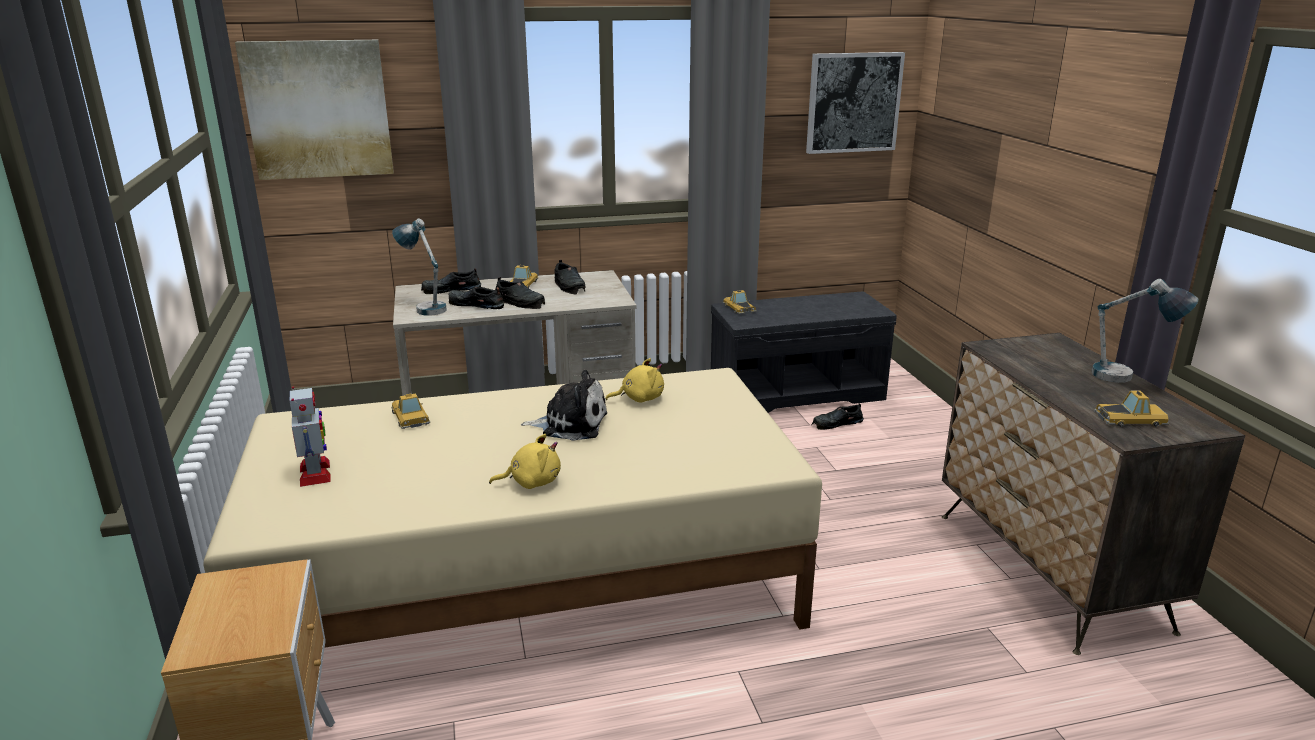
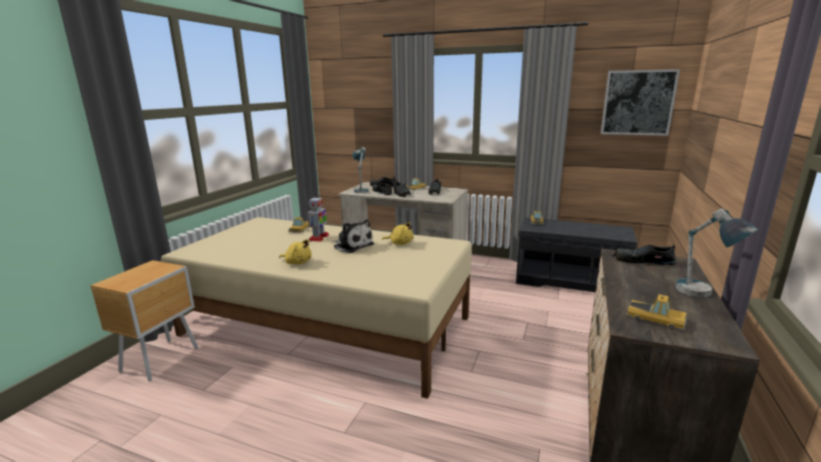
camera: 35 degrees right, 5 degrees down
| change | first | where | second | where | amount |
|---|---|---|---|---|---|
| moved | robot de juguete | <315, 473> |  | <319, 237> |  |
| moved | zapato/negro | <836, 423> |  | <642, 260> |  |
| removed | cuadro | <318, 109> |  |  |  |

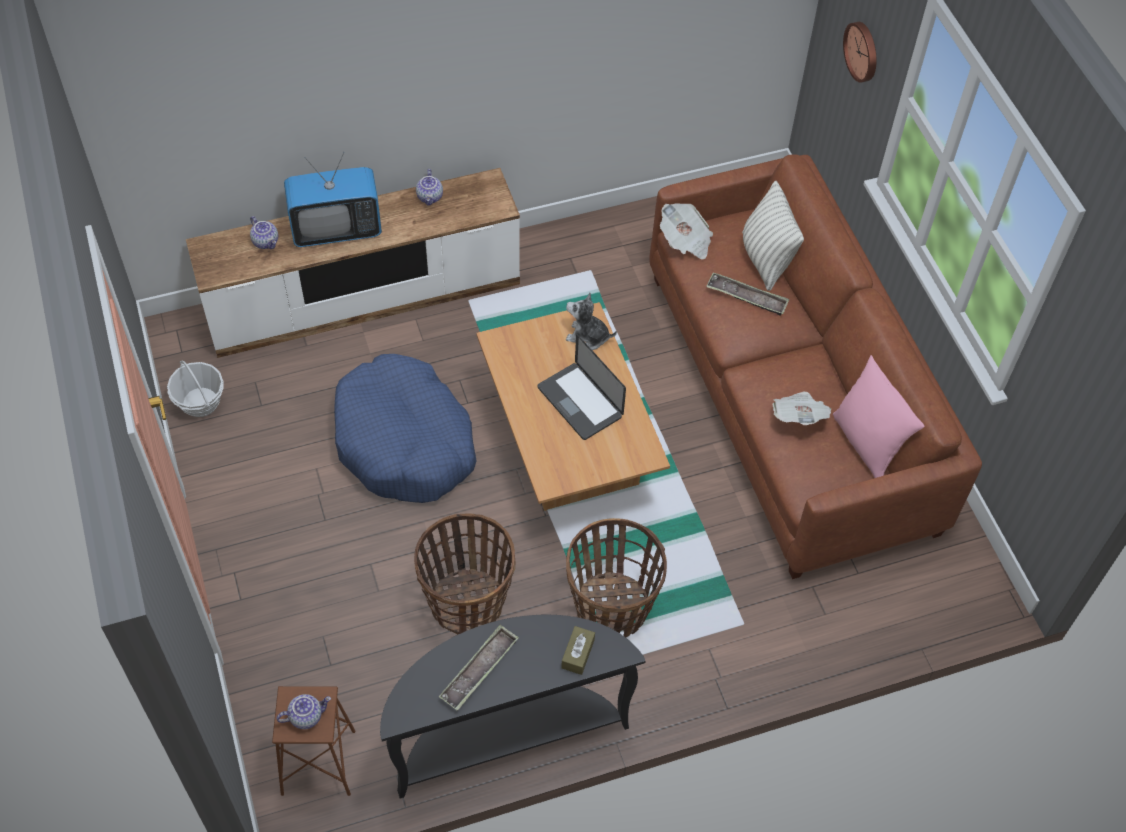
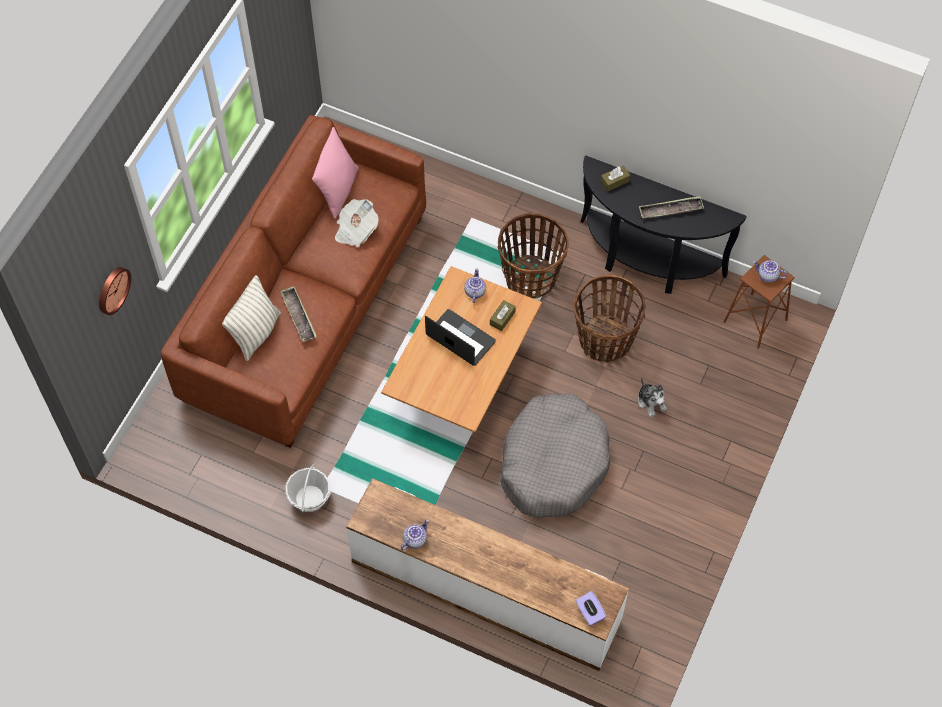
camera: 135 degrees left, 5 degrees up
| change | first | where | second | where | amount |
|---|---|---|---|---|---|
| moved | cesta | <200, 402> |  | <309, 498> |  |
| turned | portátil | <580, 402> |  | <460, 338> | 60 degrees counterclockwise |
| moved | tetera | <266, 242> |  | <474, 291> |  |
| added |  |  | caja de pañuelos/marrón | <502, 318> |  |
| recoloured | cama para perro/azul | <405, 442> | cama para perro/gris | <553, 463> |  |
| added |  |  | caja de pañuelos/morado | <590, 613> |  |
| moved | peluche | <588, 337> |  | <651, 402> |  |
| removed | televisor | <336, 229> |  |  |  |
| removed | periódico | <685, 241> |  |  |  |

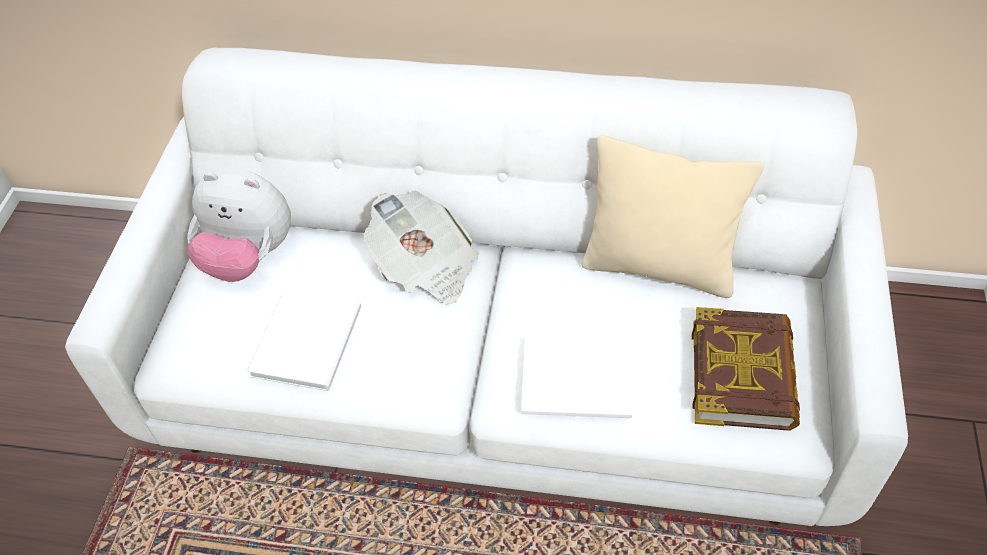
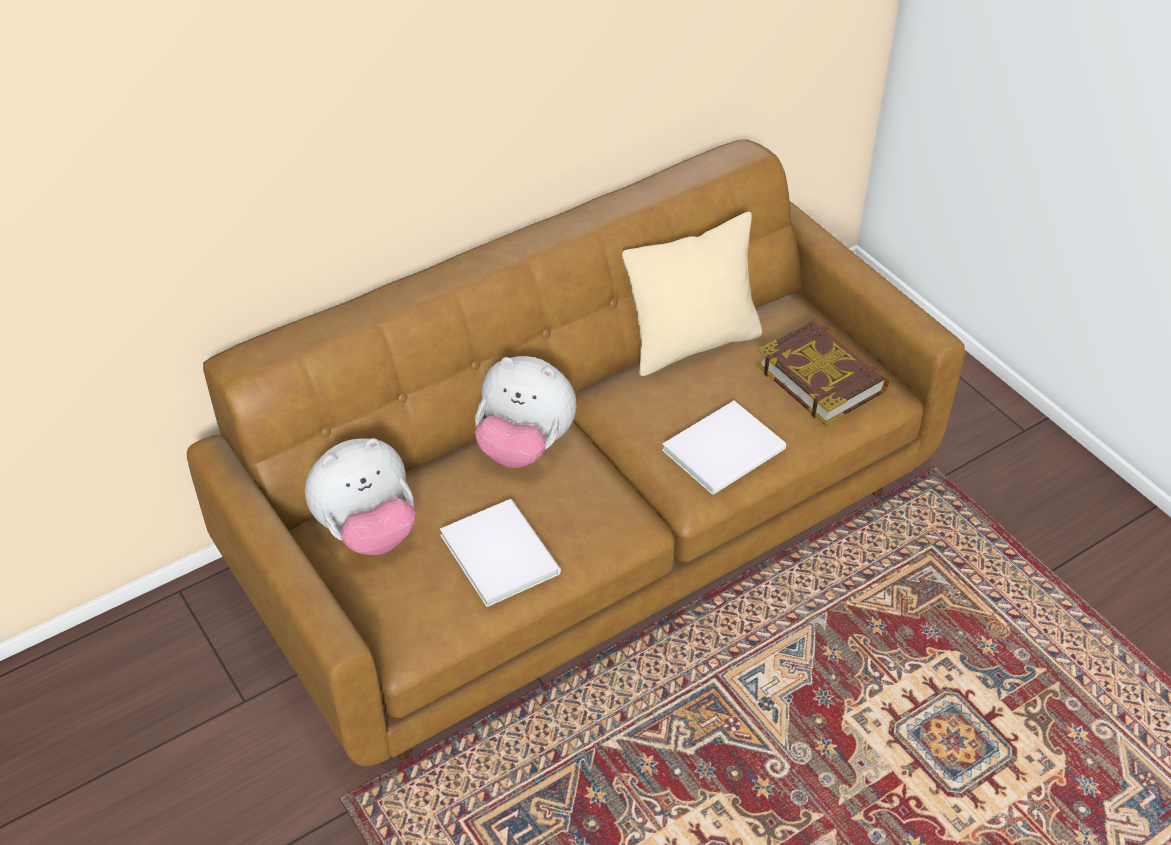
camera: 45 degrees left, 5 degrees down
| change | first | where | second | where | amount |
|---|---|---|---|---|---|
| recoloured | sofá/blanco | <499, 369> | sofá/marrón | <586, 525> |  |
| replaced | periódico | <425, 266> | peluche | <524, 446> |  |

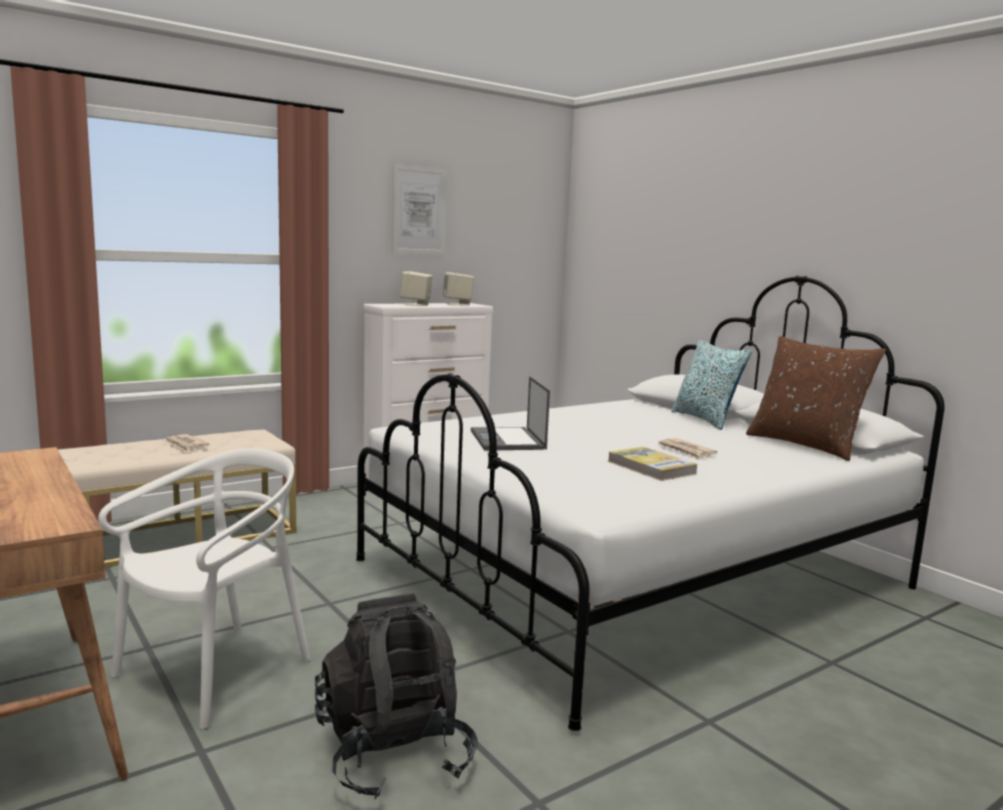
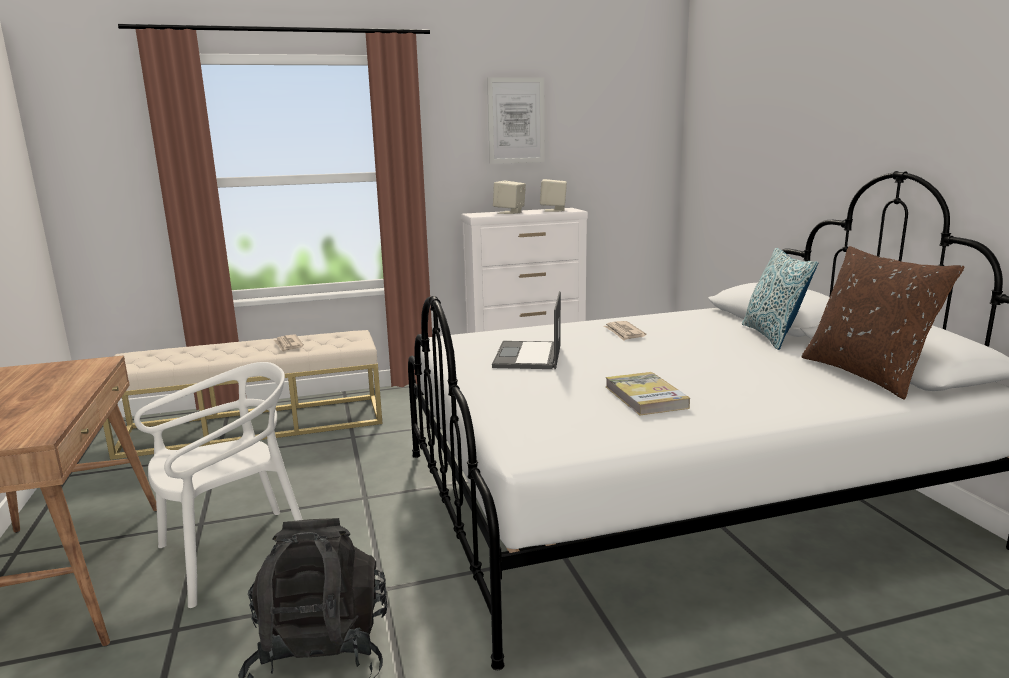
camera: 20 degrees right, 5 degrees up
| change | first | where | second | where | amount |
|---|---|---|---|---|---|
| moved | periódico | <686, 451> |  | <624, 333> |  |

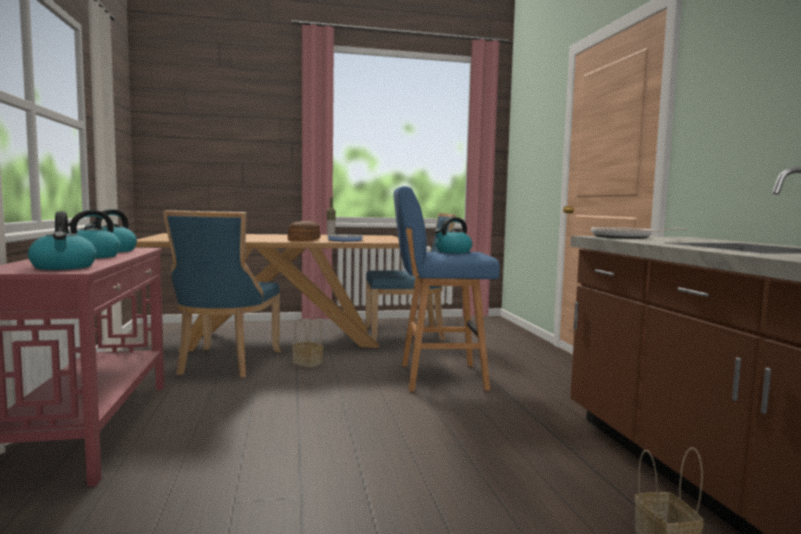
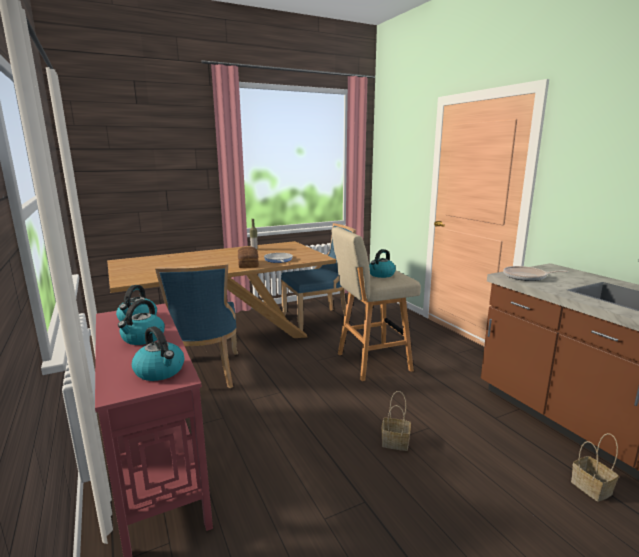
camera: 15 degrees left, 10 degrees up
| change | first | where | second | where | amount |
|---|---|---|---|---|---|
| recoloured | taburete/azul | <438, 377> | taburete/beis | <371, 362> |  |
| moved | cesta | <308, 363> |  | <396, 442> |  |

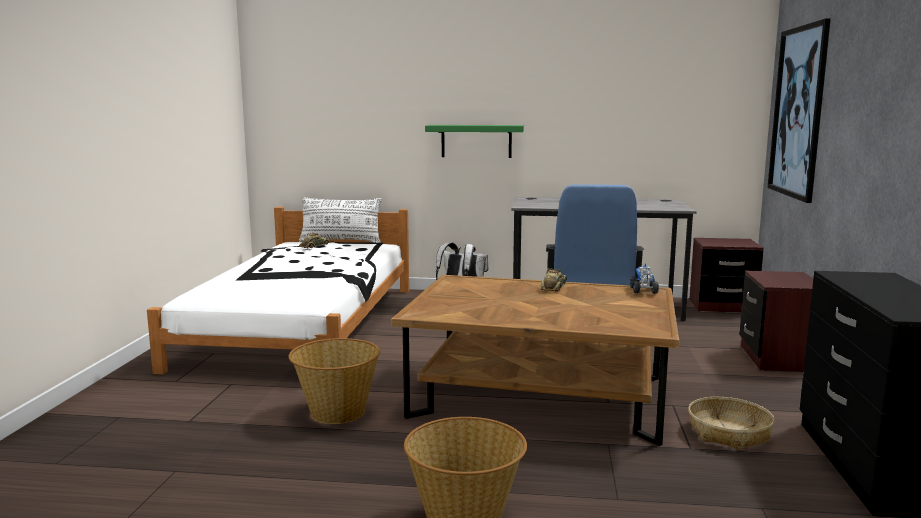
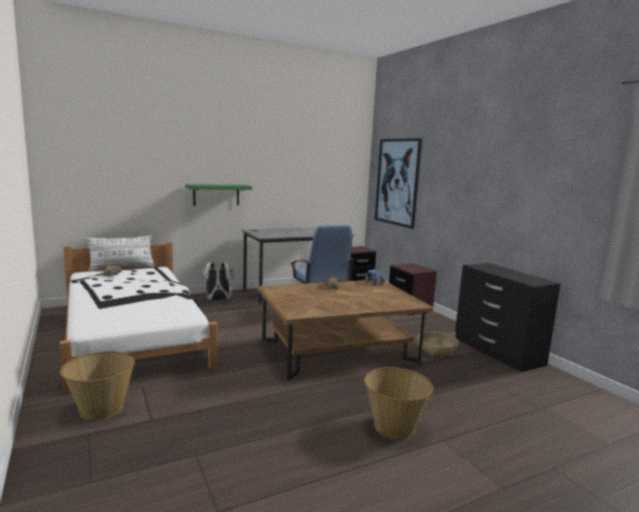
camera: 35 degrees left, 0 degrees up
| change | first | where | second | where | amount |
|---|---|---|---|---|---|
| moved | cesta | <337, 412> |  | <101, 408> |  |

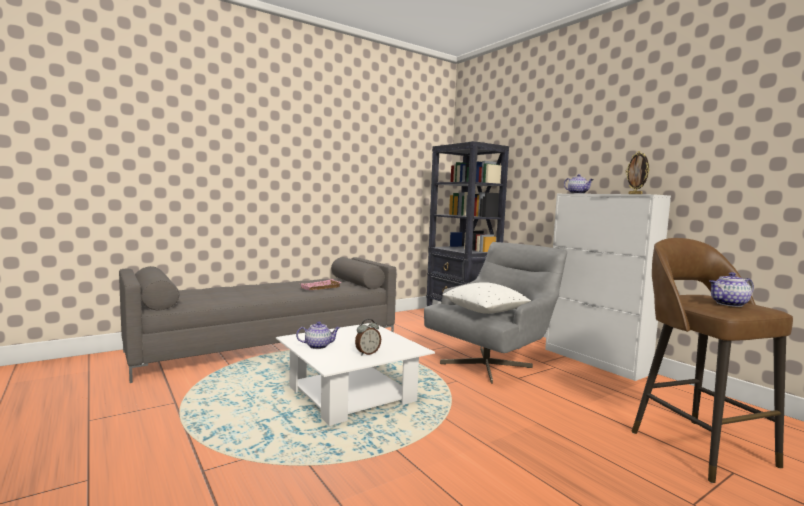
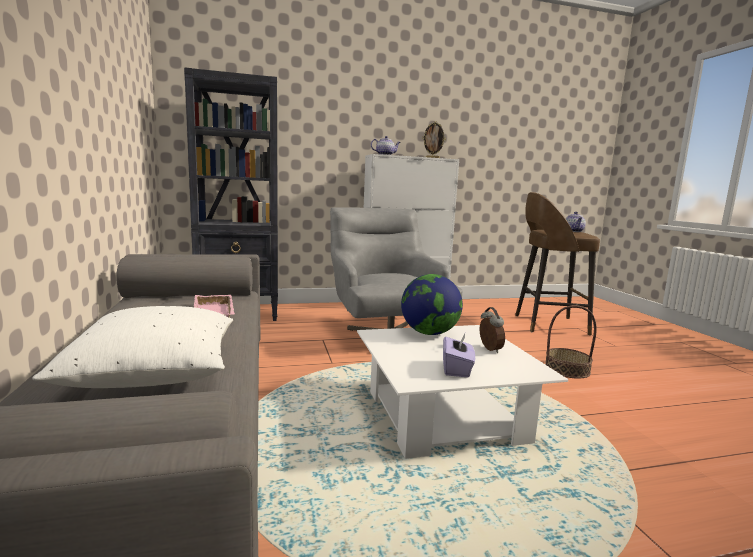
camera: 70 degrees left, 5 degrees up
| change | first | where | second | where | amount |
|---|---|---|---|---|---|
| moved | cojín/blanco | <485, 311> |  | <154, 374> |  |
| added |  |  | globo terráqueo | <429, 333> |  |
| replaced | tetera | <318, 346> | caja de pañuelos/morado | <457, 369> |  |
| added |  |  | cesta | <567, 369> |  |

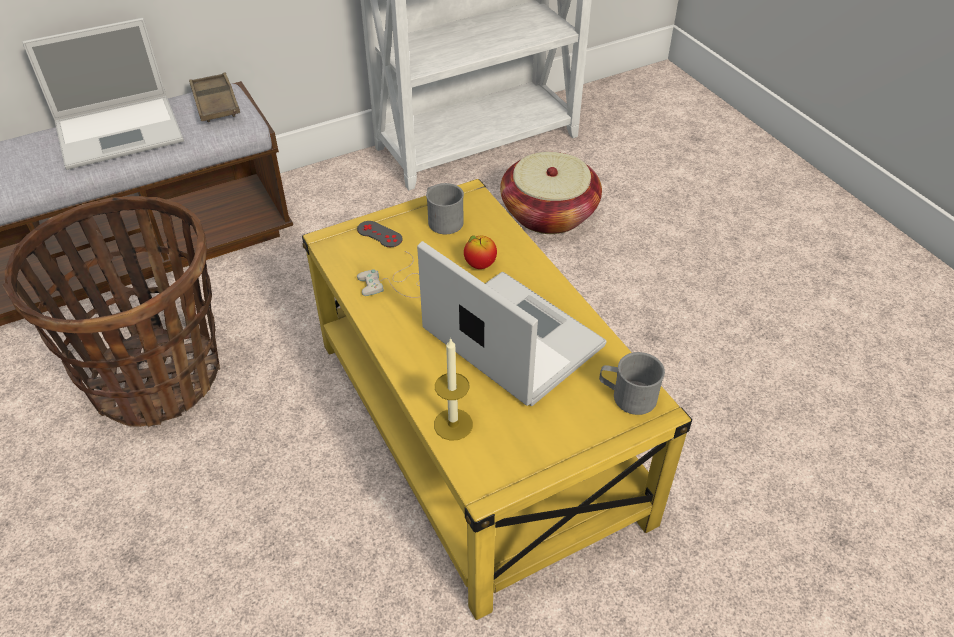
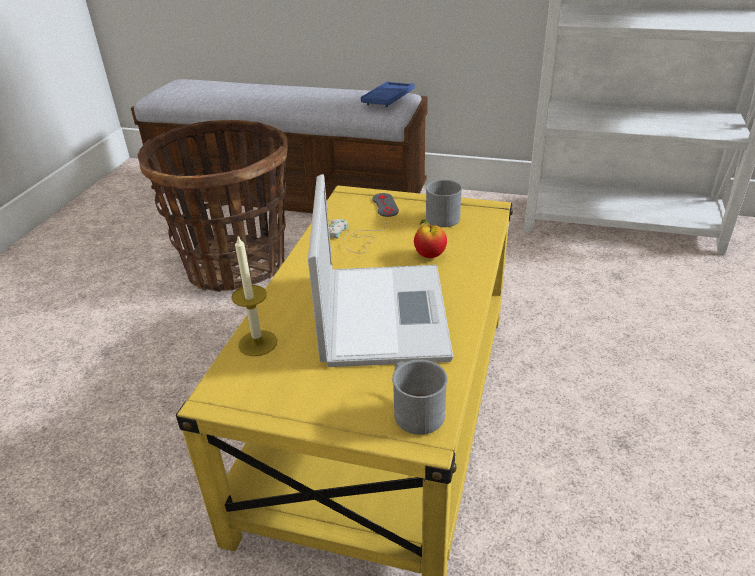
camera: 45 degrees right, 10 degrees down
| change | first | where | second | where | amount |
|---|---|---|---|---|---|
| recoloured | bandeja/marrón | <215, 103> | bandeja/azul | <388, 99> |  |
| removed | portátil | <121, 131> |  |  |  |
| removed | cesta | <548, 214> |  |  |  |

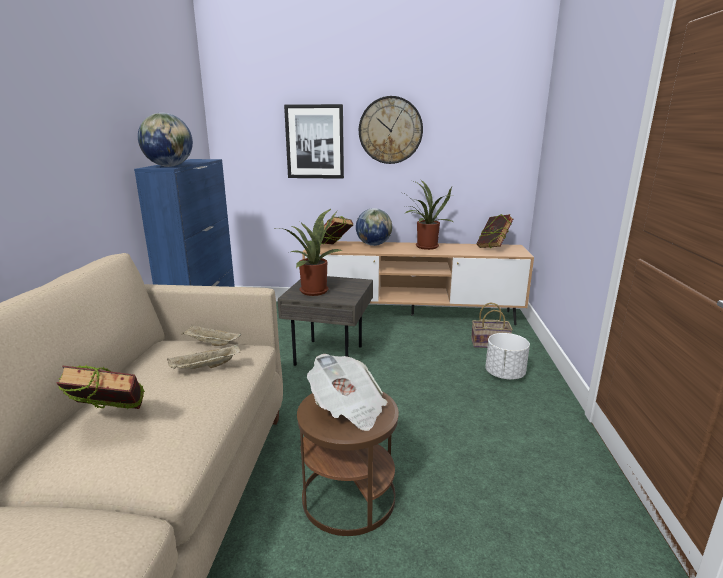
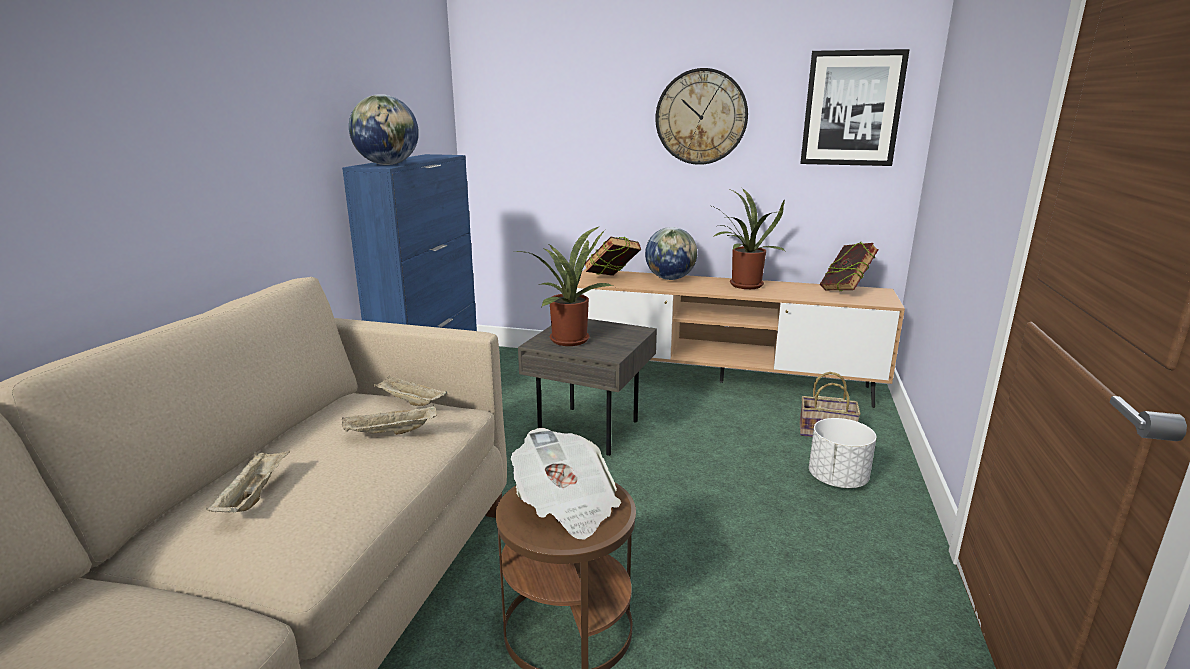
camera: 10 degrees right, 0 degrees up
| change | first | where | second | where | amount |
|---|---|---|---|---|---|
| replaced | libro | <112, 424> | bandeja/beis | <253, 495> |  |
| moved | cuadro | <315, 142> |  | <852, 109> |  |

